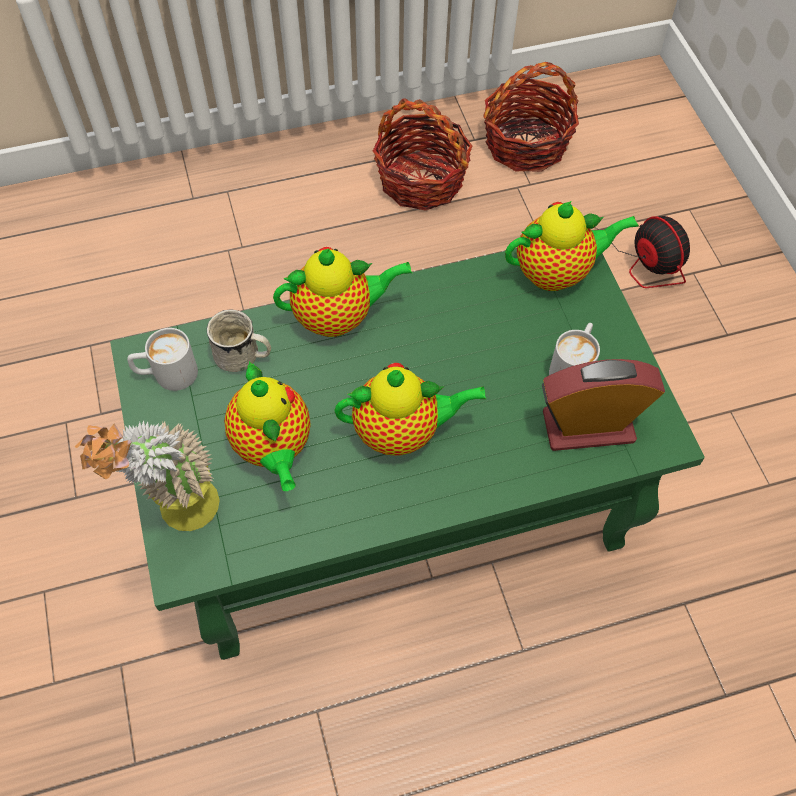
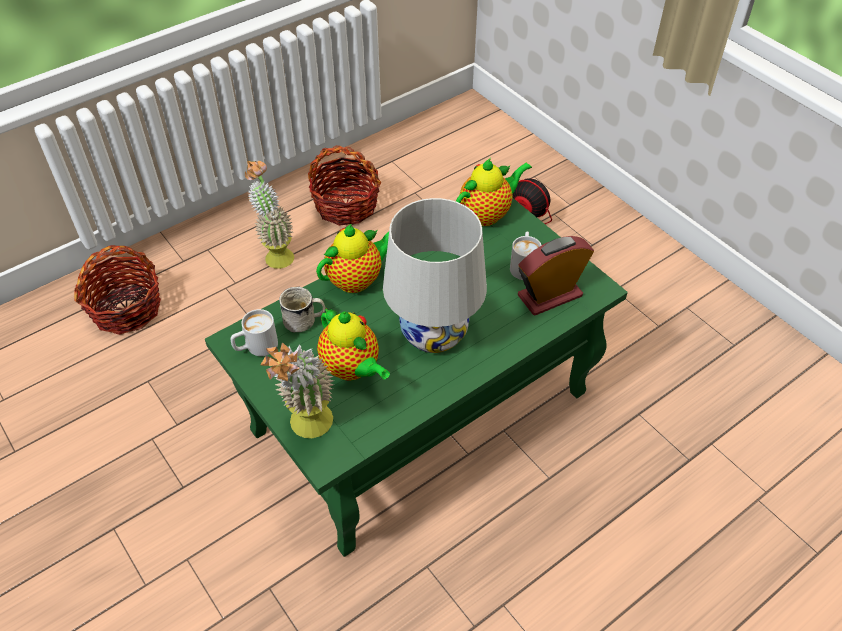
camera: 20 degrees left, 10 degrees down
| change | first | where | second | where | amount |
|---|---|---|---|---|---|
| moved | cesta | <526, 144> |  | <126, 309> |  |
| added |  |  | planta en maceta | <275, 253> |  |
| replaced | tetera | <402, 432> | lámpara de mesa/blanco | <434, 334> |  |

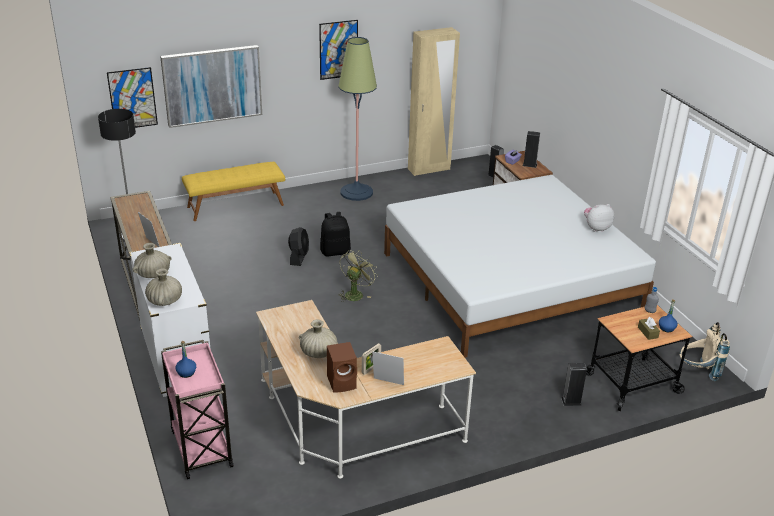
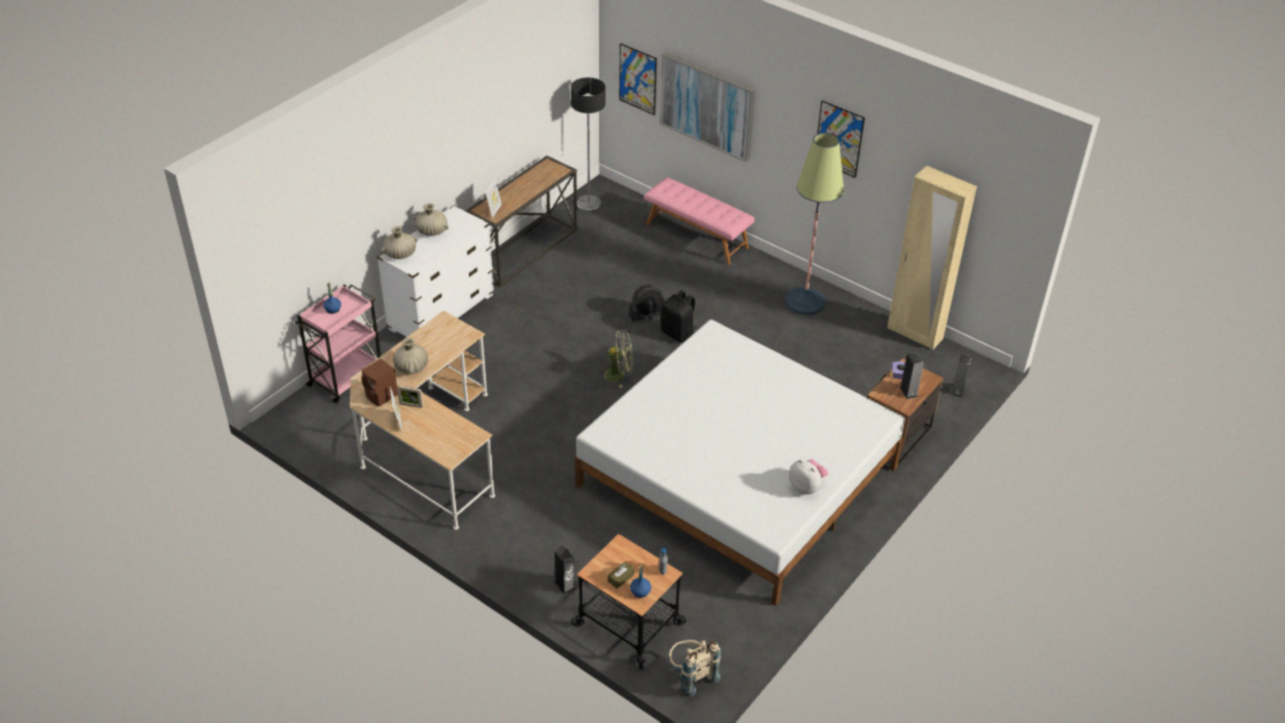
camera: 60 degrees right, 10 degrees up
| change | first | where | second | where | amount |
|---|---|---|---|---|---|
| recoloured | banco/amarillo | <235, 205> | banco/rosa | <697, 236> |  |

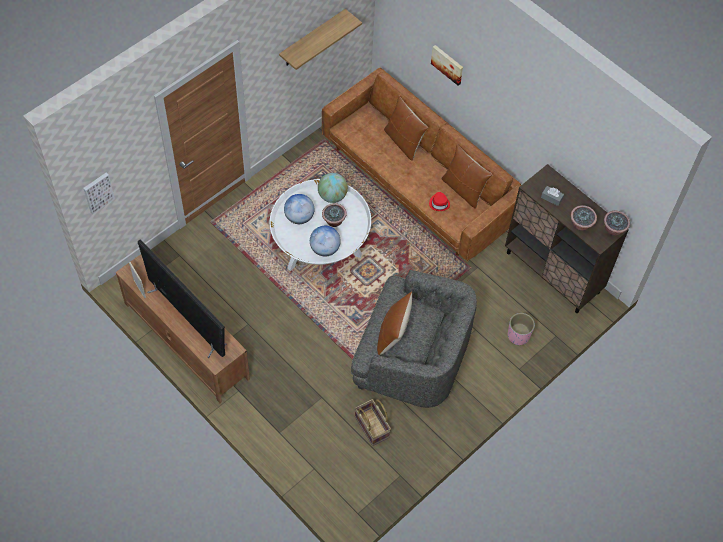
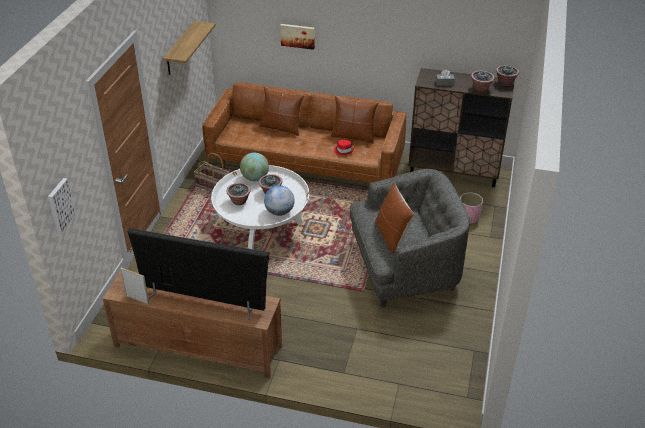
camera: 30 degrees left, 20 degrees down
| change | first | where | second | where | amount |
|---|---|---|---|---|---|
| moved | cesta | <372, 427> |  | <213, 186> |  |
| replaced | globo terráqueo | <299, 217> | planta en maceta | <239, 201> |  |

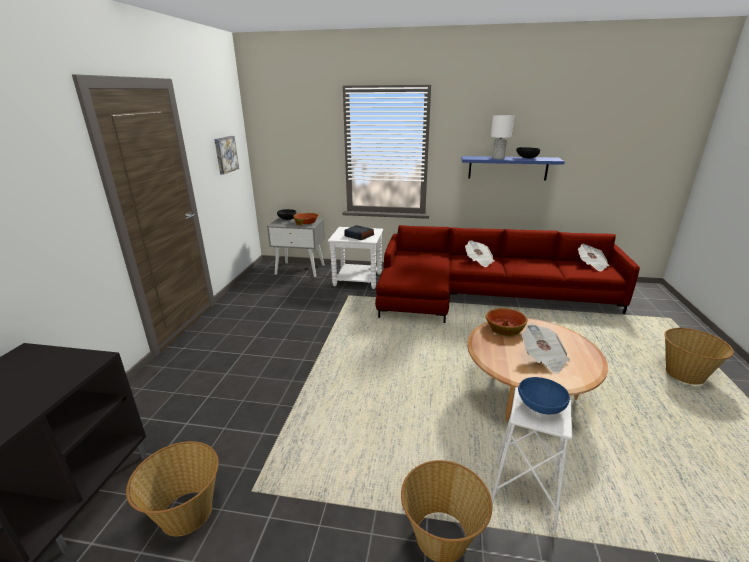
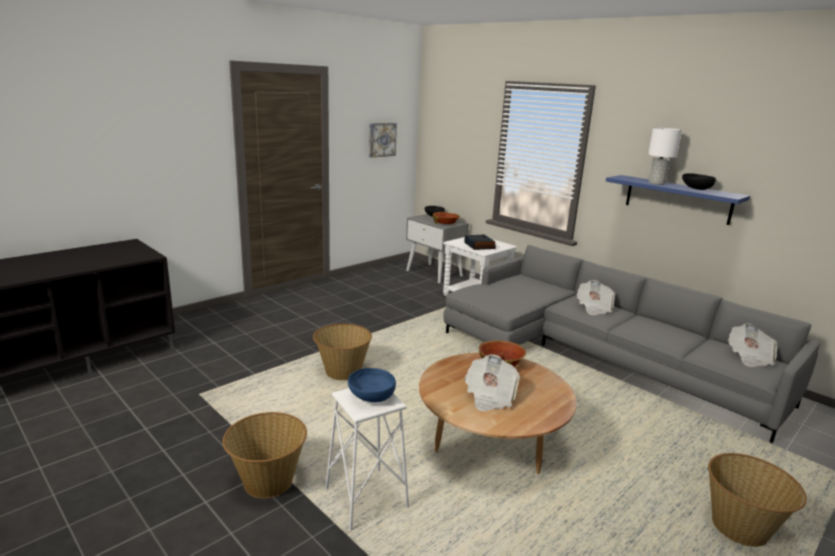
camera: 35 degrees right, 5 degrees down
| change | first | where | second | where | amount |
|---|---|---|---|---|---|
| moved | cesta | <185, 513> |  | <342, 372> |  |
| recoloured | sofá/rojo | <485, 295> | sofá/gris | <596, 355> |  |

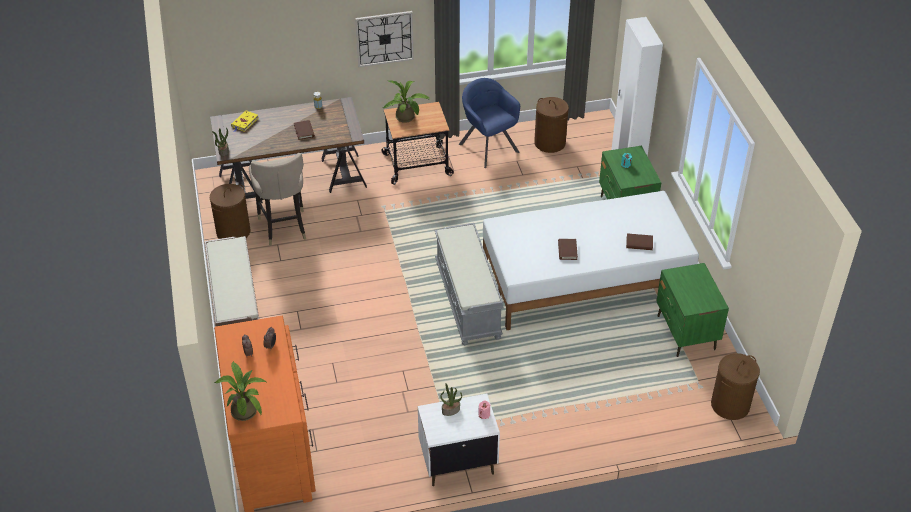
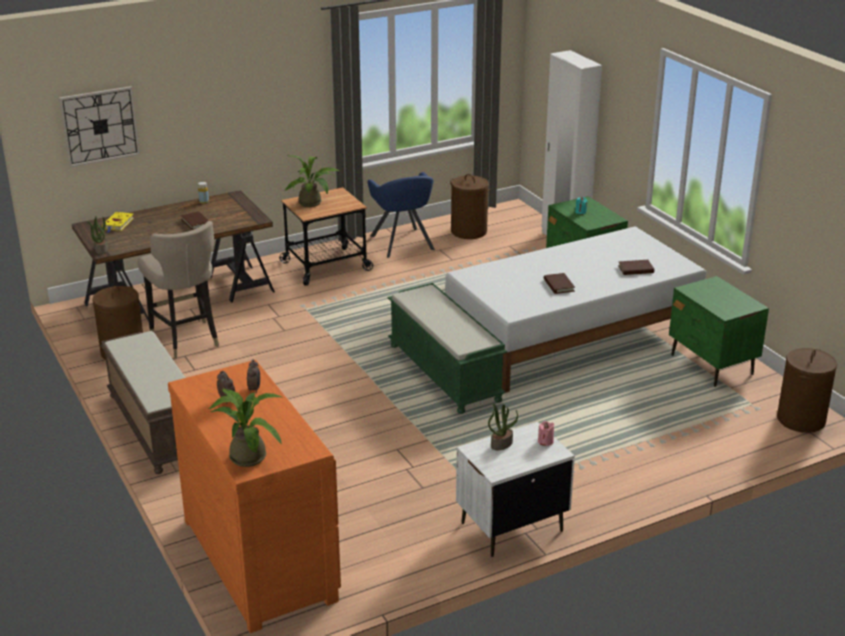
camera: 15 degrees left, 15 degrees down
| change | first | where | second | where | amount |
|---|---|---|---|---|---|
| moved | reloj de pared | <384, 38> |  | <100, 126> |  |
| turned | sillón/azul | <488, 147> |  | <402, 243> | 150 degrees counterclockwise |
| recoloured | banco/gris | <468, 300> | banco/verde | <445, 373> |  |

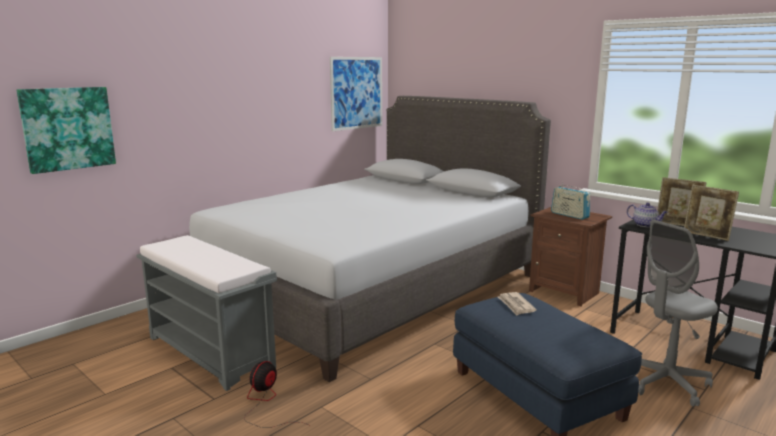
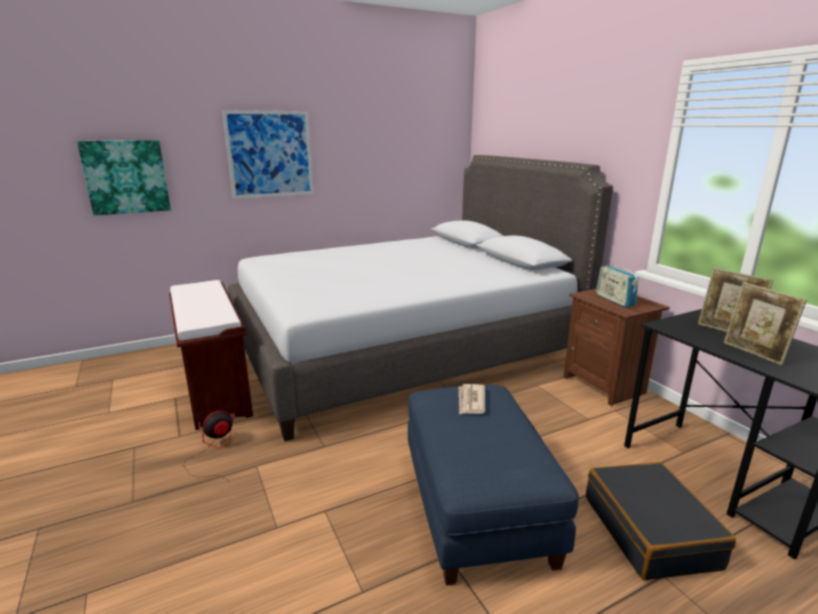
camera: 20 degrees right, 5 degrees up
| change | first | where | second | where | amount |
|---|---|---|---|---|---|
| recoloured | banco/gris | <211, 352> | banco/marrón | <216, 389> |  |
| moved | cuadro | <356, 93> |  | <270, 154> |  |
| replaced | silla de oficina/gris | <666, 383> | maleta/negro | <650, 531> |  |
| removed | tetera | <645, 225> |  |  |  |

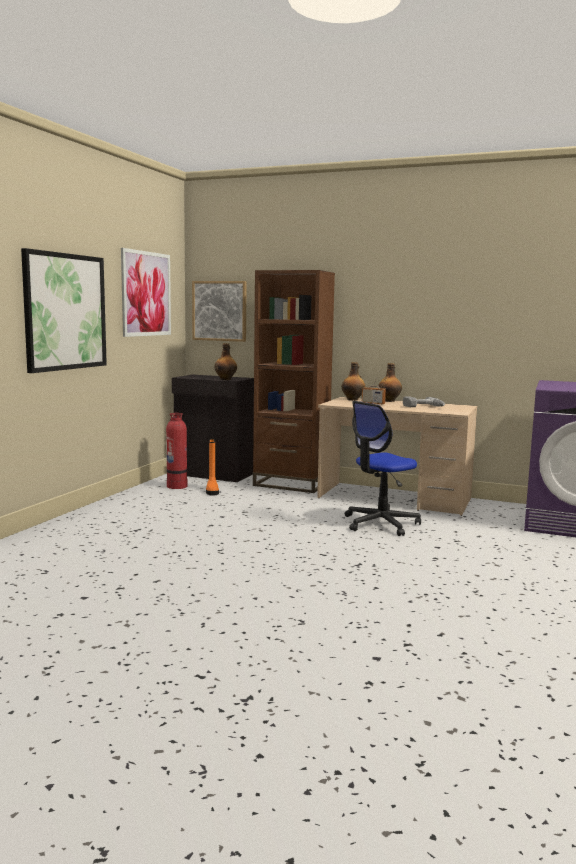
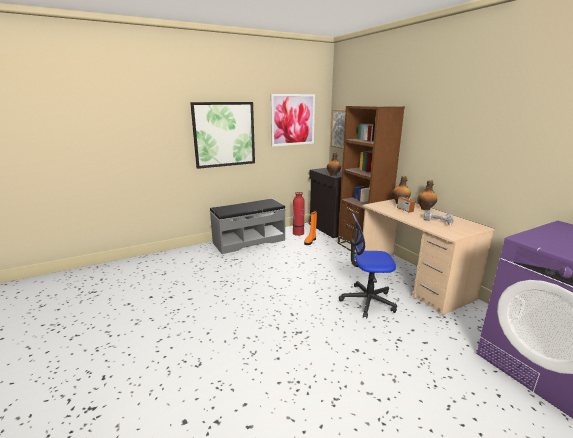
camera: 40 degrees right, 10 degrees up
| change | first | where | second | where | amount |
|---|---|---|---|---|---|
| added |  |  | banco/gris | <249, 241> |  |

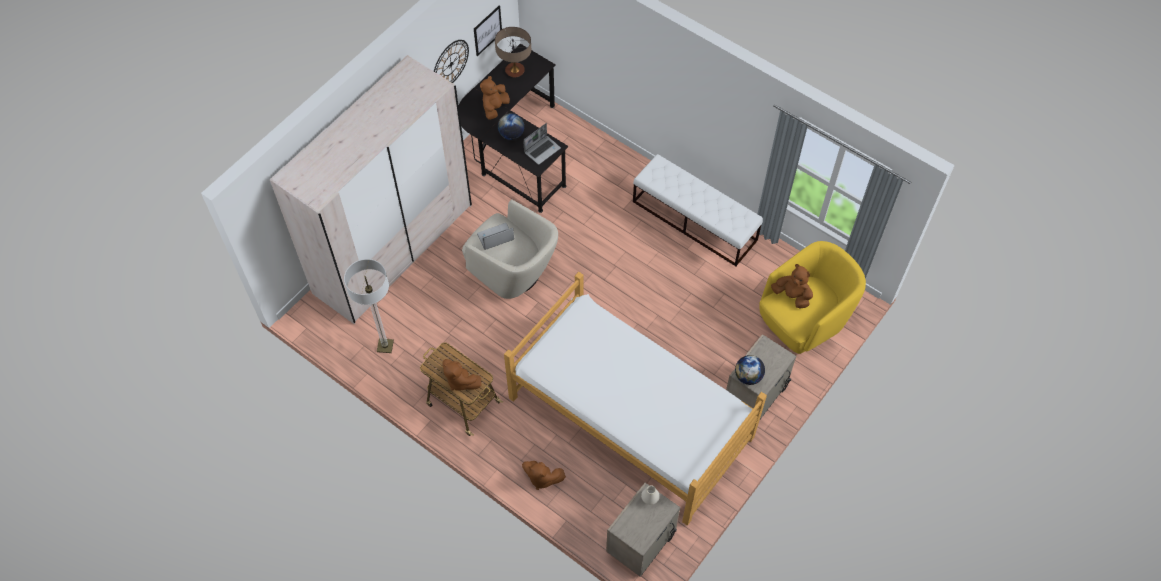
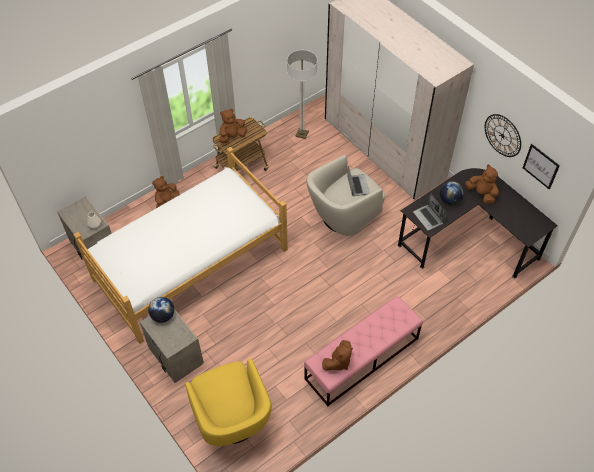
camera: 105 degrees right, 5 degrees down
| change | first | where | second | where | amount |
|---|---|---|---|---|---|
| recoloured | banco/blanco | <695, 221> | banco/rosa | <361, 359> |  |
| moved | peluche/marrón | <792, 296> |  | <338, 362> |  |
| removed | lámpara de mesa | <515, 71> |  |  |  |

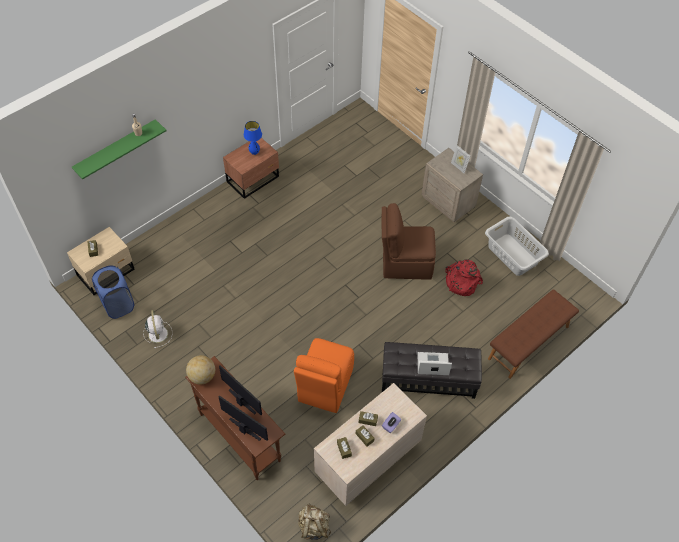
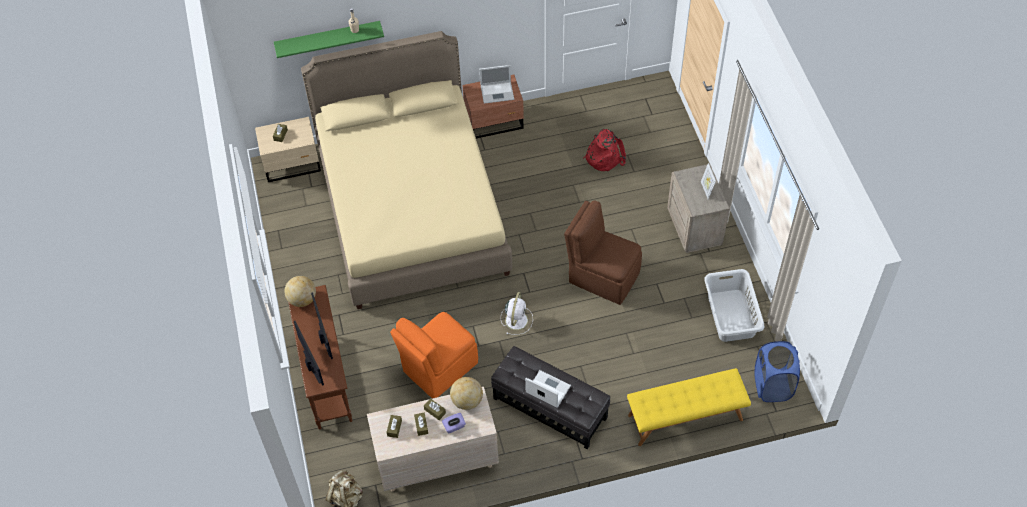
camera: 30 degrees right, 0 degrees up
| change | first | where | second | where | amount |
|---|---|---|---|---|---|
| added |  |  | cama/beis | <411, 208> |  |
| added |  |  | globo terráqueo | <467, 401> |  |
| replaced | lámpara de mesa/azul | <254, 152> | portátil | <498, 92> |  |
| moved | ventilador/blanco | <158, 333> |  | <516, 319> |  |
| moved | mochila/rojo | <461, 282> |  | <604, 156> |  |
| recoloured | banco/marrón | <529, 343> | banco/amarillo | <685, 418> |  |
| moved | cesto de la ropa/azul | <118, 305> |  | <772, 386> |  |

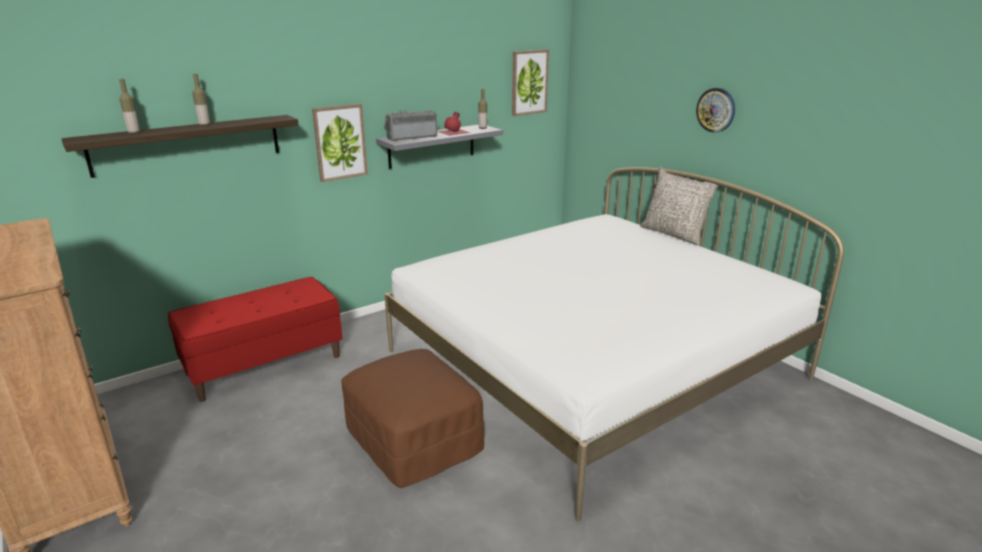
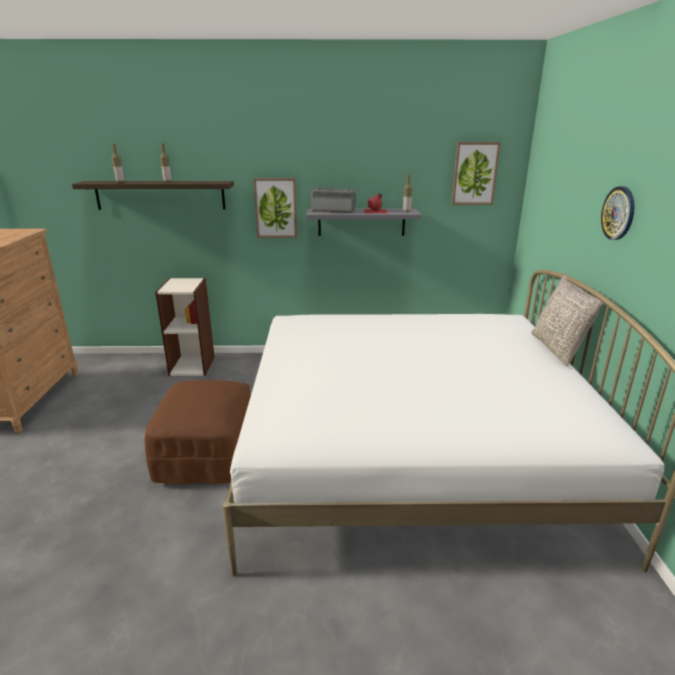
camera: 35 degrees right, 0 degrees up
| change | first | where | second | where | amount |
|---|---|---|---|---|---|
| replaced | banco/rojo | <264, 364> | estantería | <192, 365> |  |

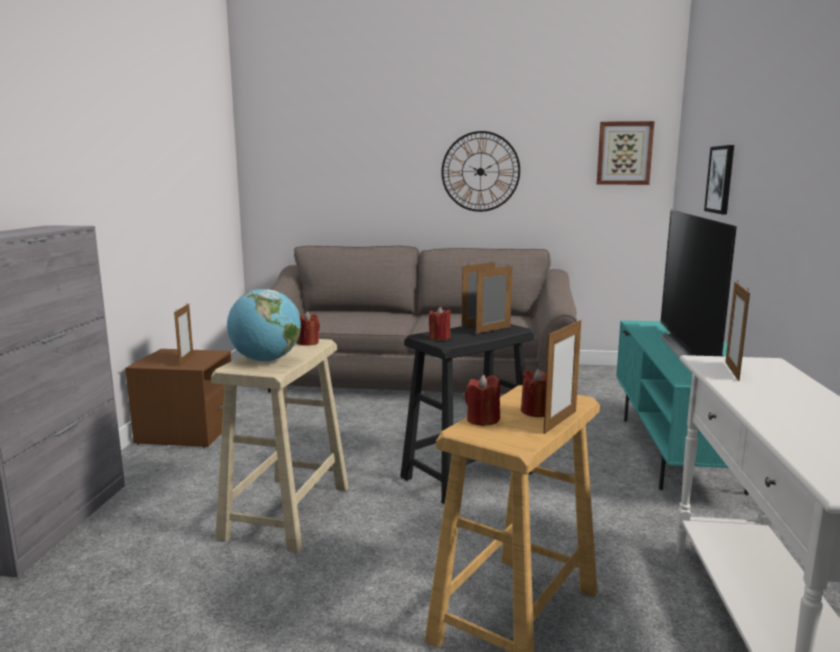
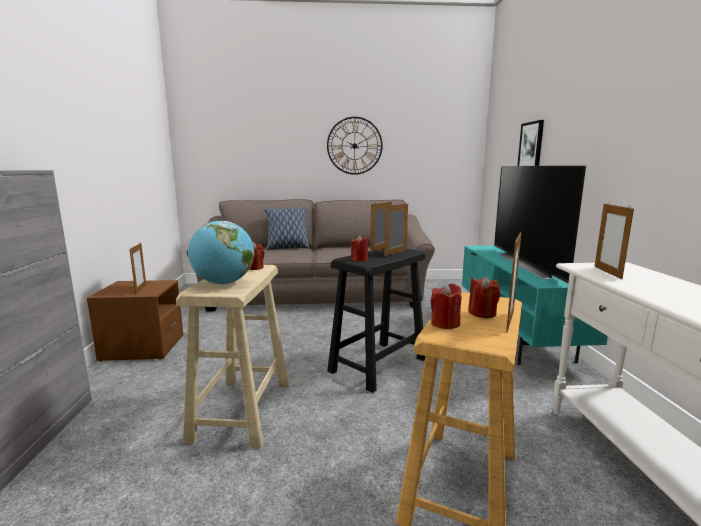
camera: 10 degrees left, 0 degrees up
| change | first | where | second | where | amount |
|---|---|---|---|---|---|
| added |  |  | cojín | <287, 248> |  |
| removed | cuadro | <624, 153> |  |  |  |

